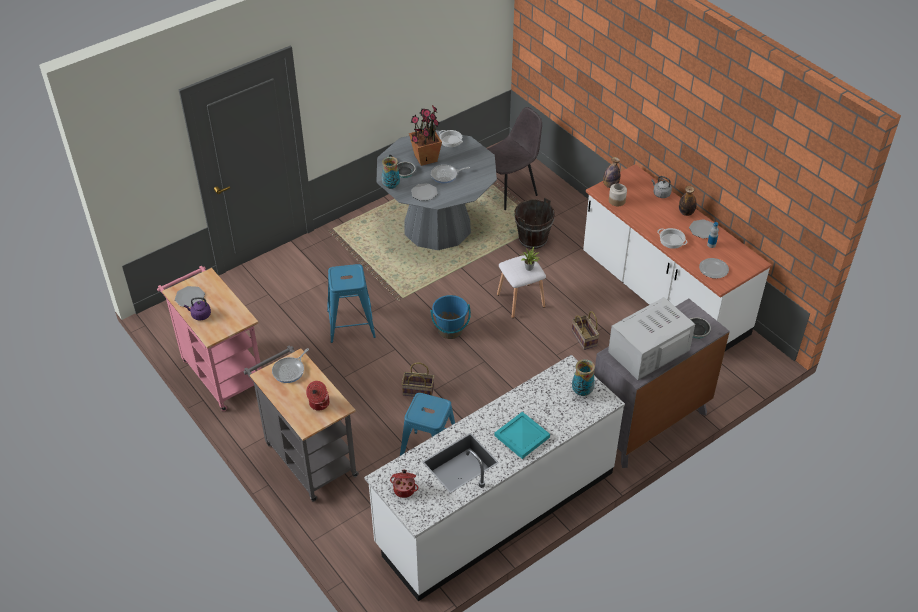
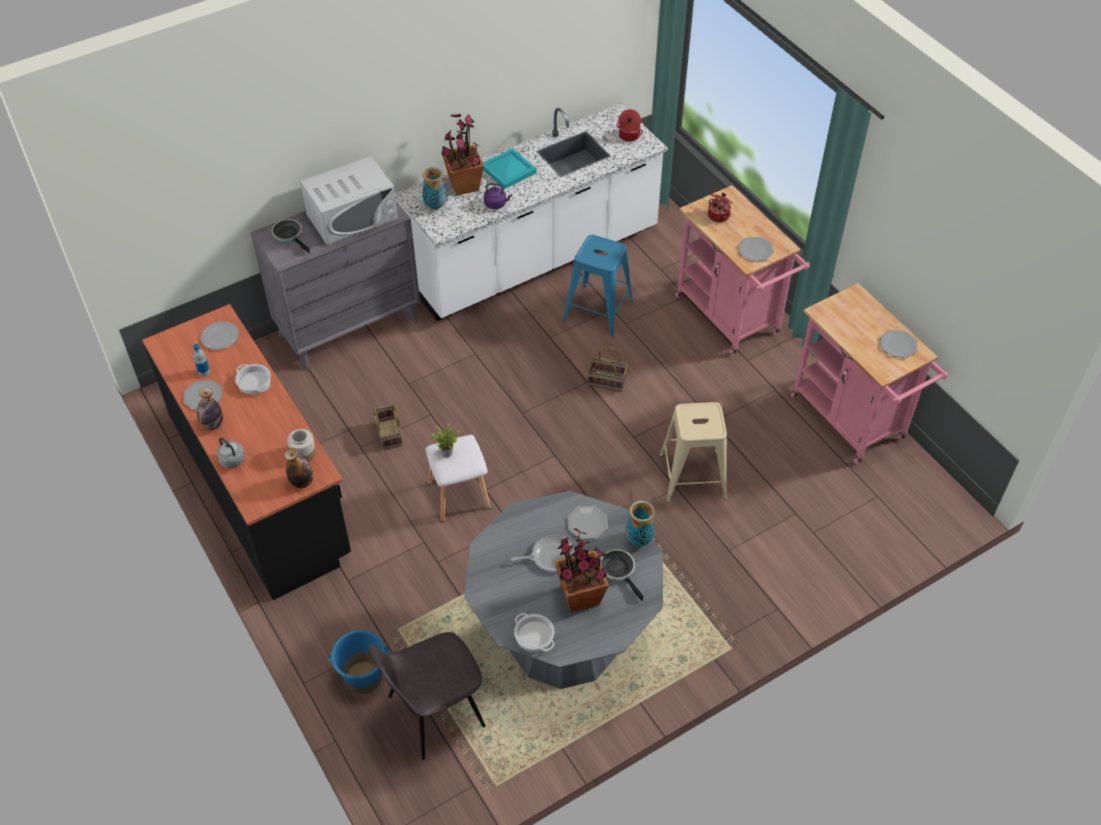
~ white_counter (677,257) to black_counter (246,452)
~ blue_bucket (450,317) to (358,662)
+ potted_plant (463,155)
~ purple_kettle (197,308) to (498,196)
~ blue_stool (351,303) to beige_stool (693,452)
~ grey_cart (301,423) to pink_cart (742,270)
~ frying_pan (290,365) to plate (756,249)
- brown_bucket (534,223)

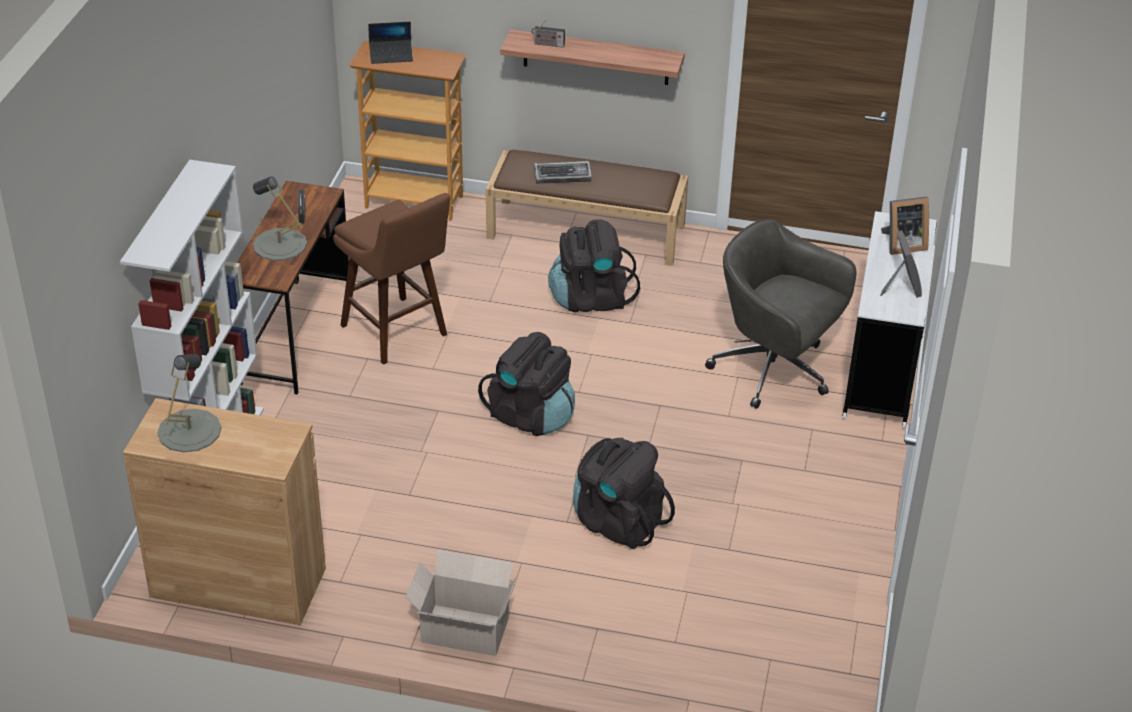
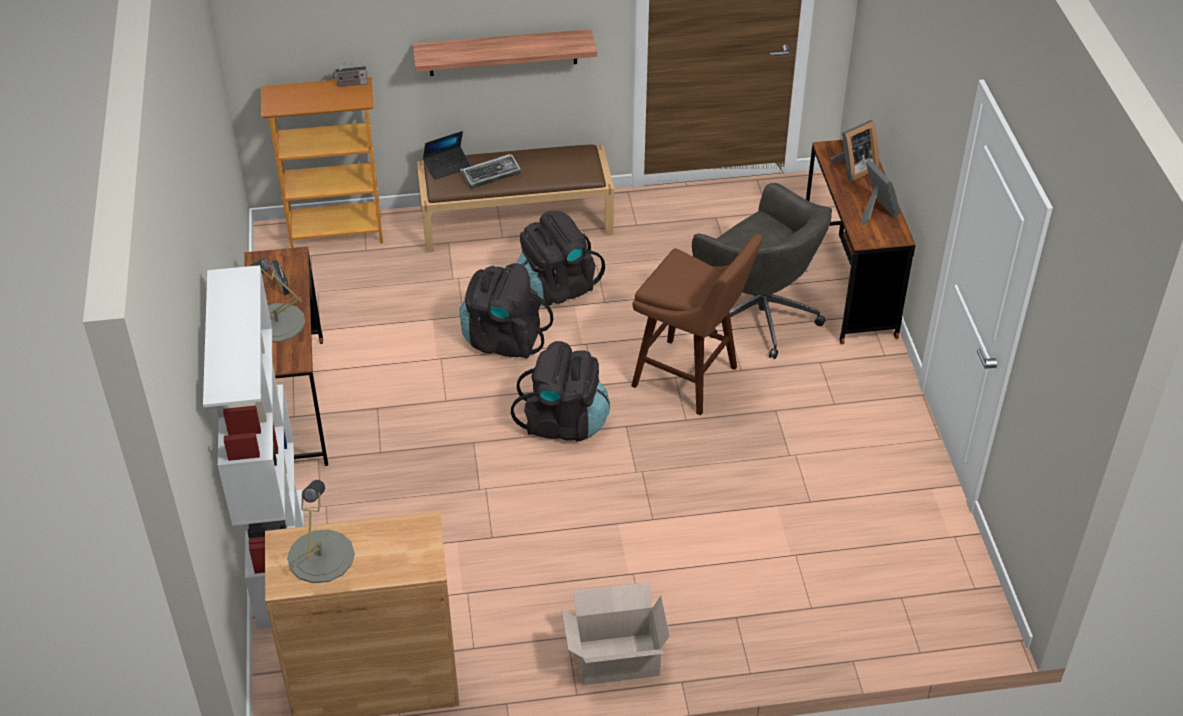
~ radio (548,34) to (350,74)
~ laptop (390,43) to (447,155)
~ black_backpack (624,493) to (506,311)
~ brown_stool (391,279) to (697,325)
~ grey_office_chair (780,314) = (762,271) 150 degrees counterclockwise
~ white_desk (890,320) to brown_desk (861,242)

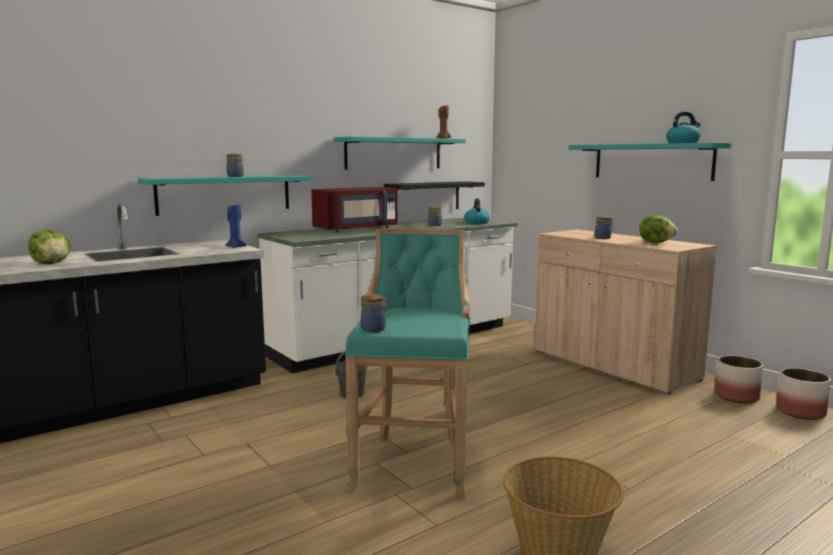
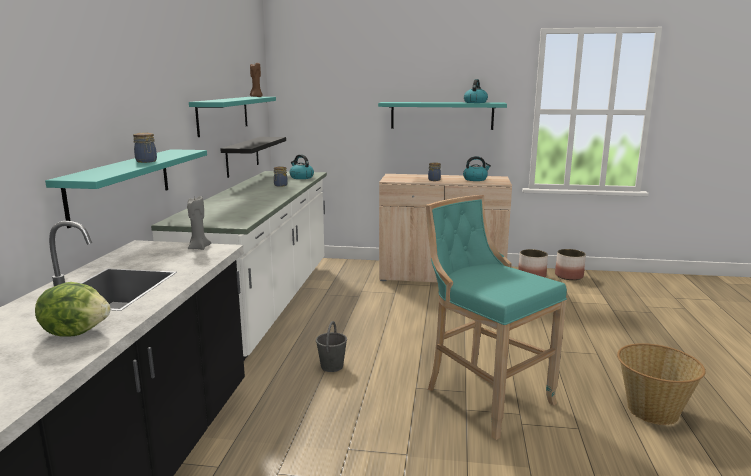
~ blue_candle (235,225) to grey_candle (199,223)
~ lettuce (658,229) to kettle (477,168)
- red_microwave (354,209)
- jar (374,313)

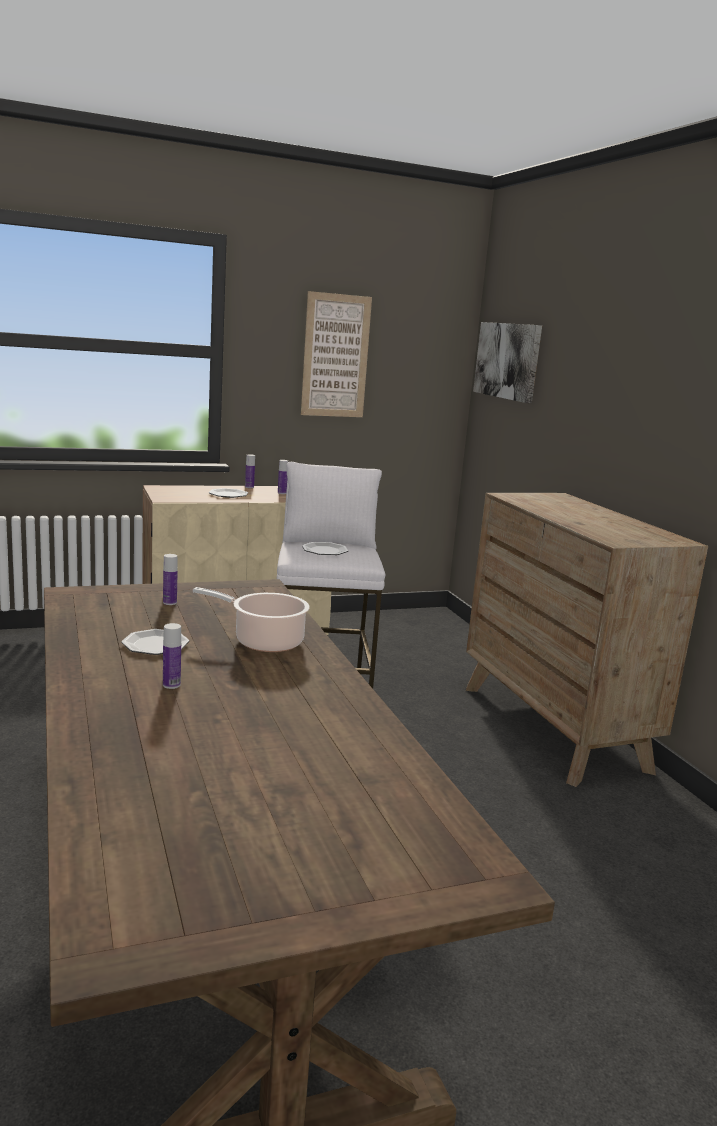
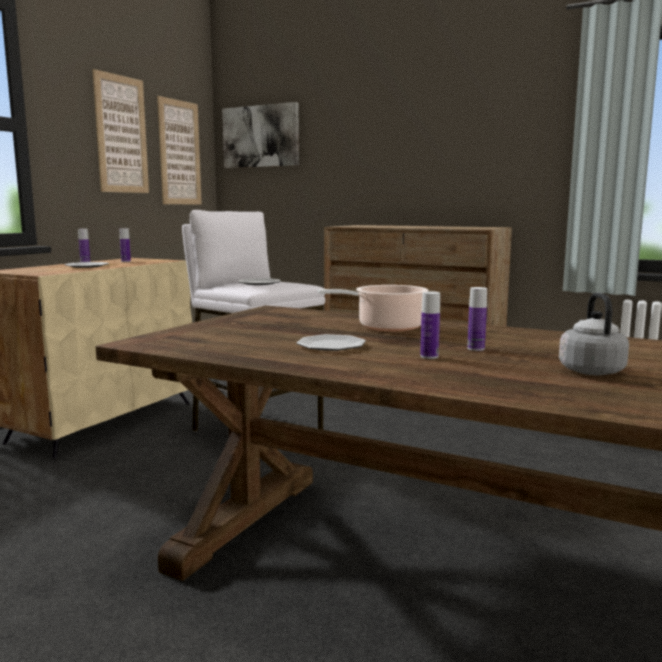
+ picture (179,150)
~ bottle (170,579) to (477,319)
+ grey_kettle (594,334)

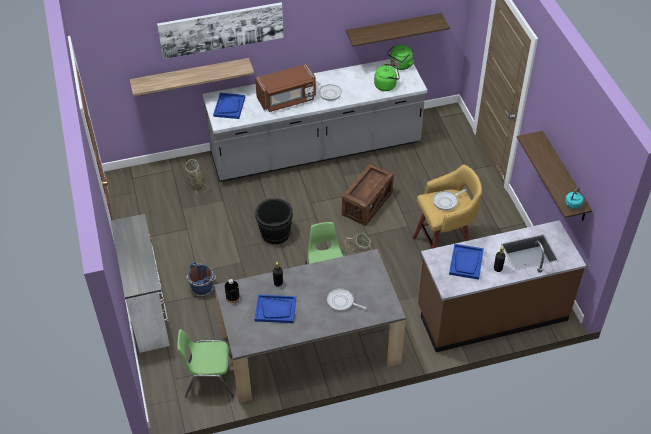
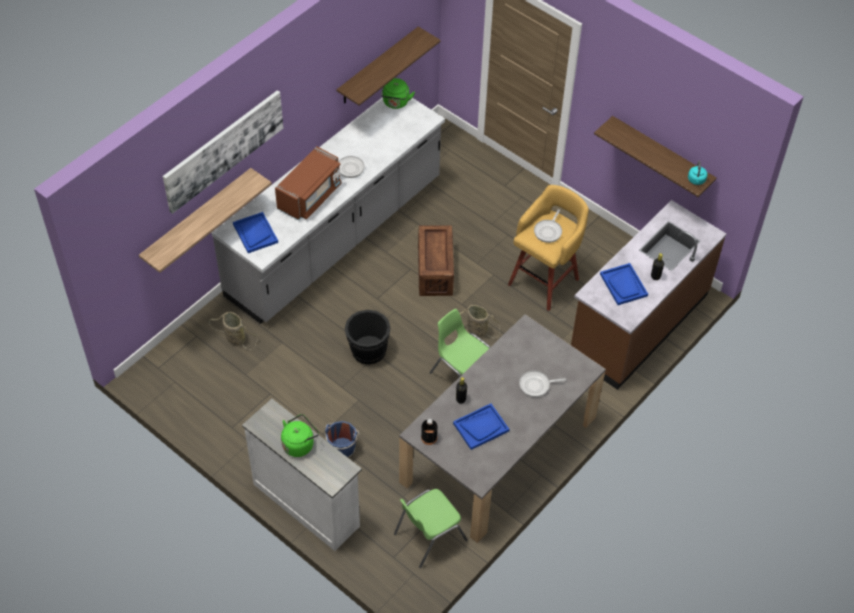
~ green_kettle (387,77) to (300,435)

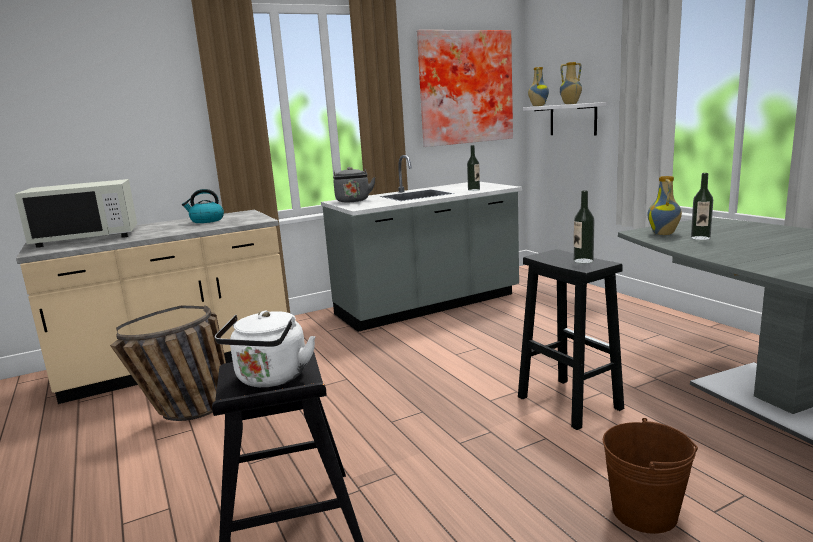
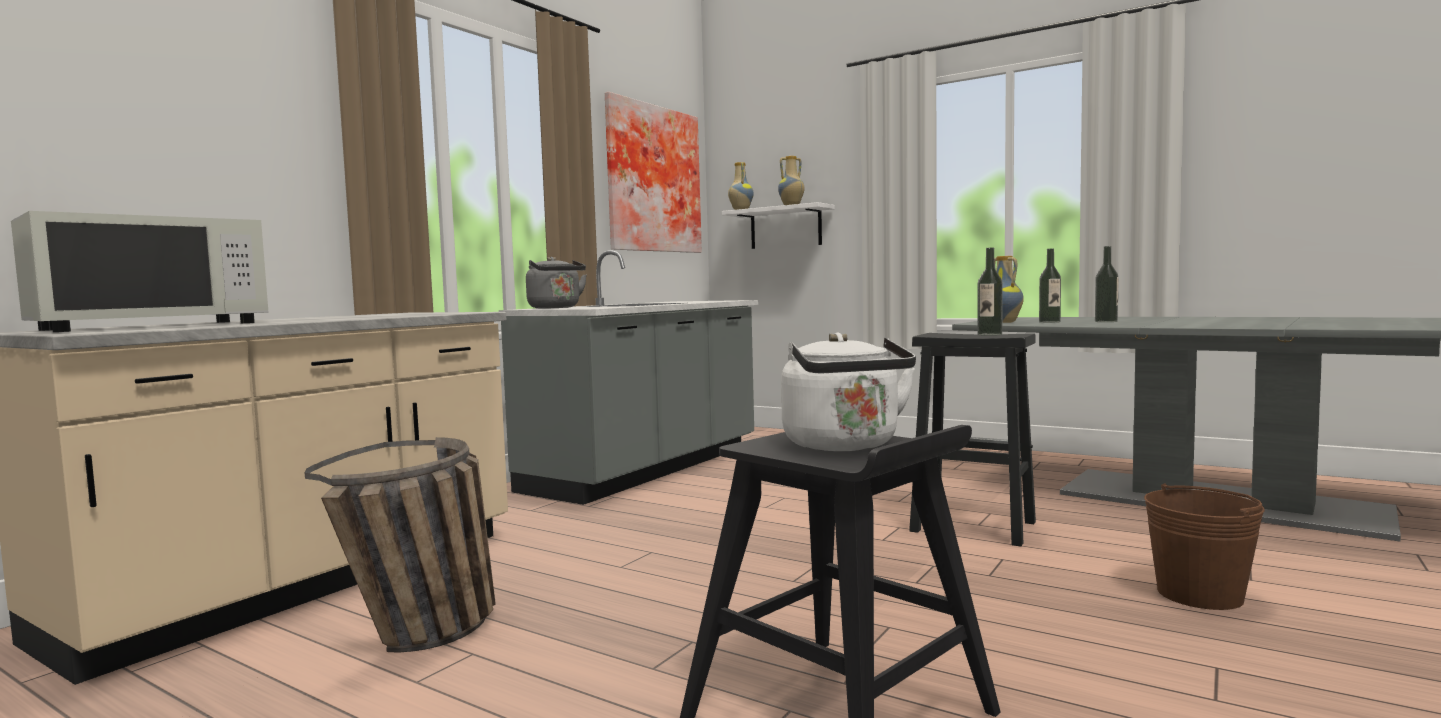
~ bottle (473,168) to (1107,284)
- kettle (203,206)

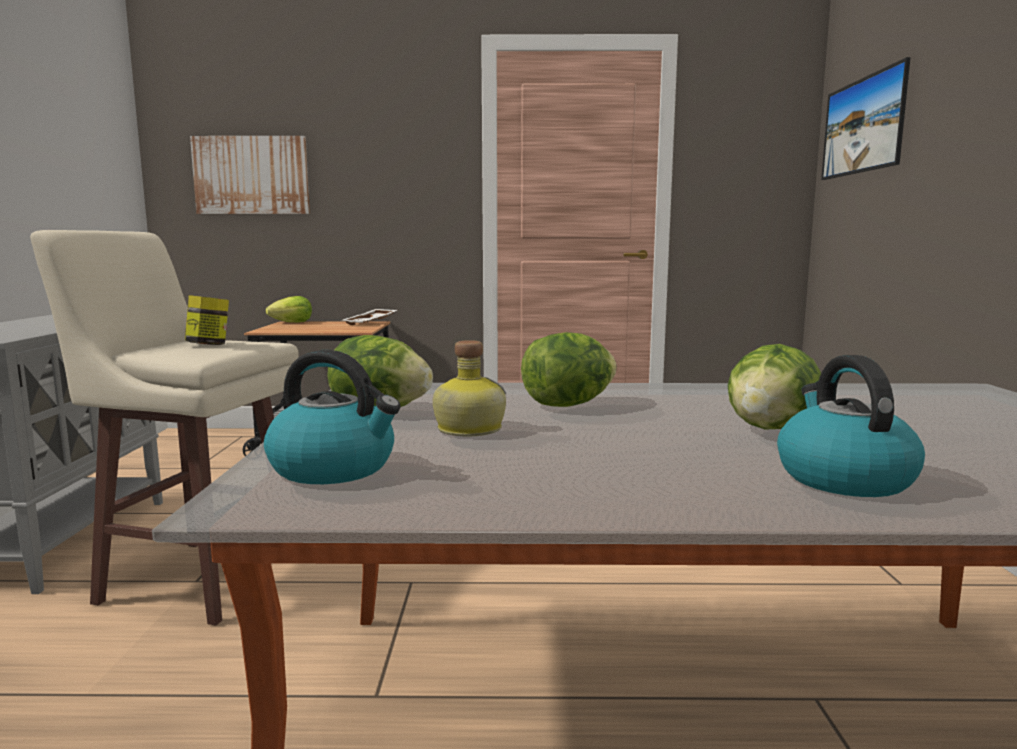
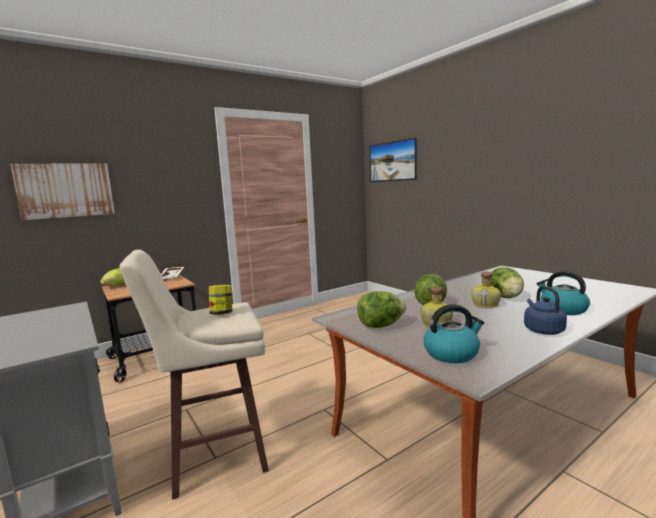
+ bottle (486,290)
+ blue_kettle (545,310)

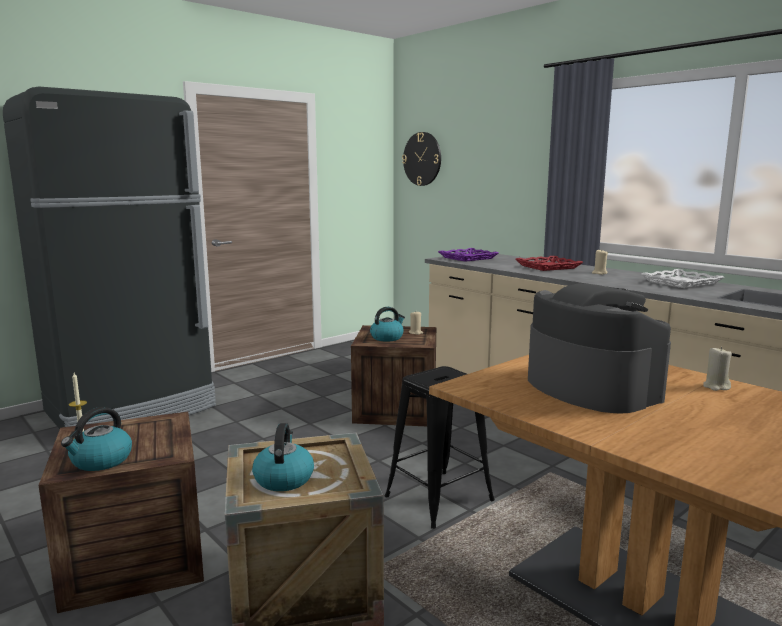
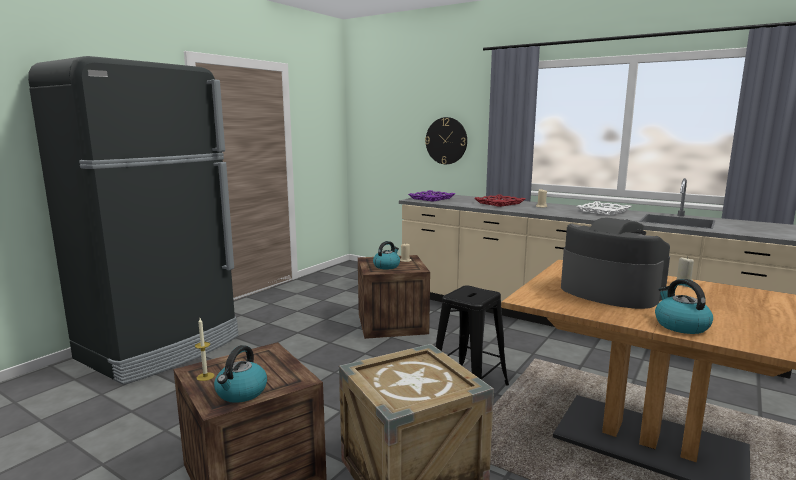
~ wall_clock (421,159) to (446,140)
~ kettle (283,457) to (684,306)

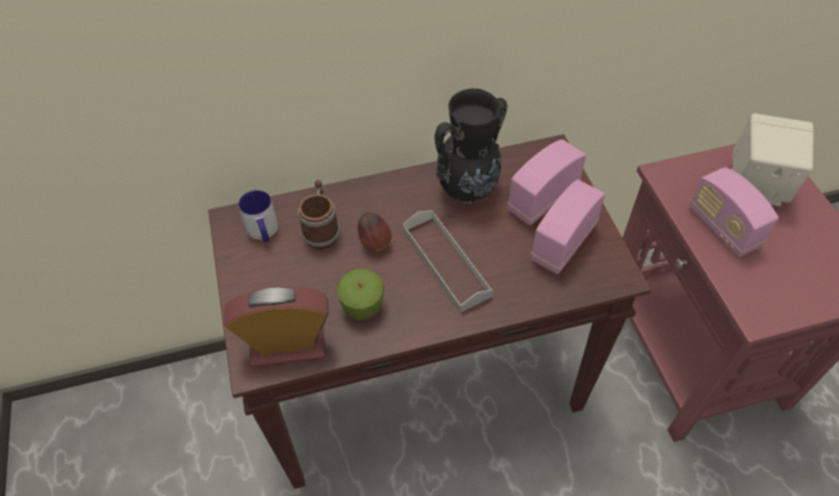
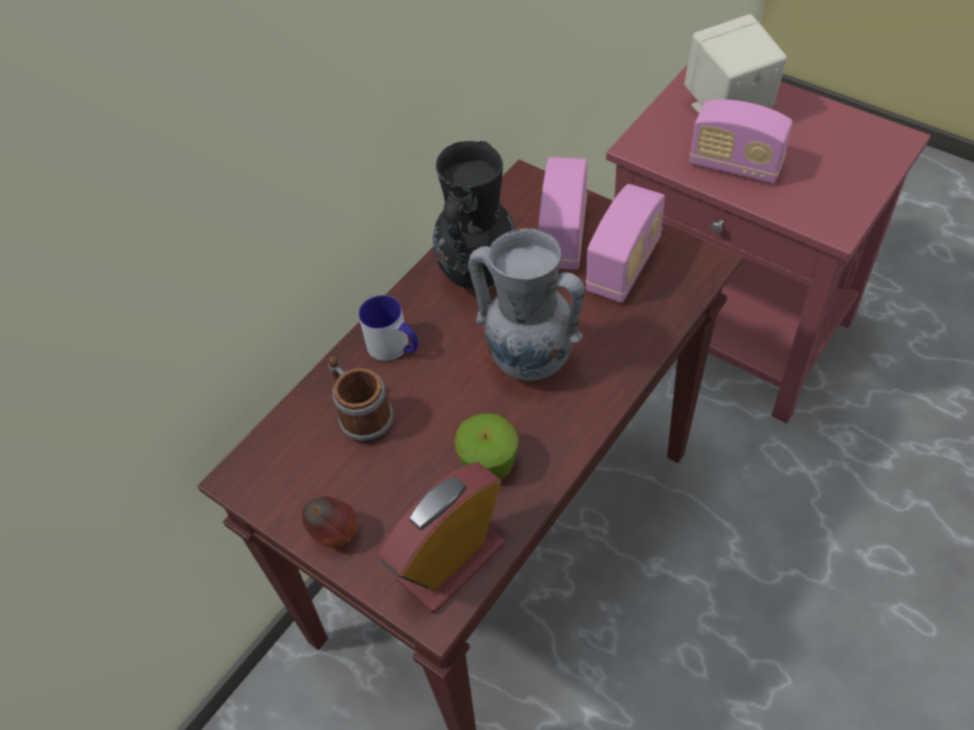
~ apple (375,231) to (329,522)
~ mug (258,216) to (388,328)
~ grey_tray (448,261) to grey_vase (527,304)
~ radio (568,227) = (625,243) 150 degrees counterclockwise

